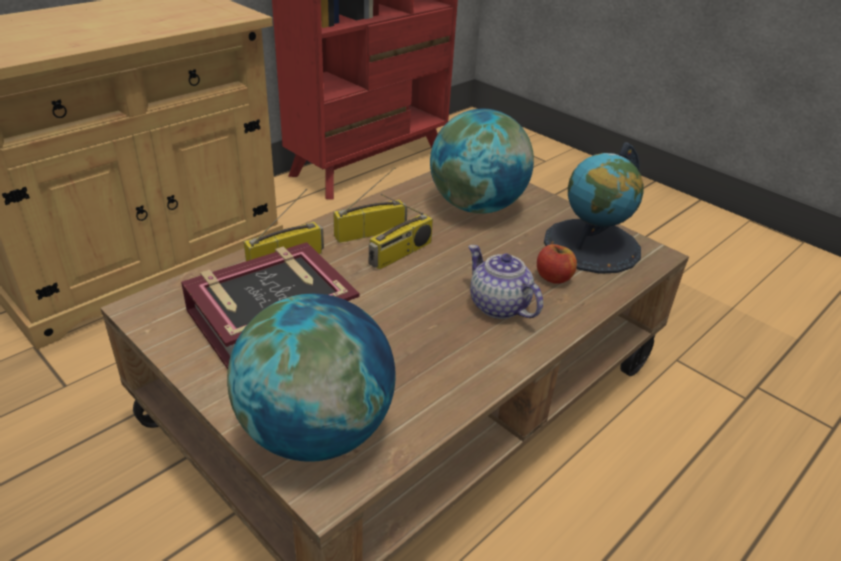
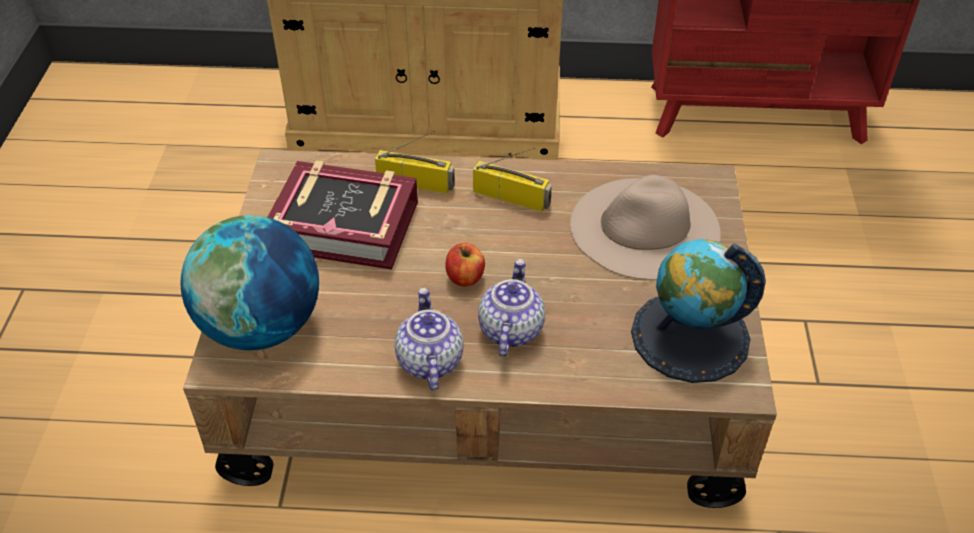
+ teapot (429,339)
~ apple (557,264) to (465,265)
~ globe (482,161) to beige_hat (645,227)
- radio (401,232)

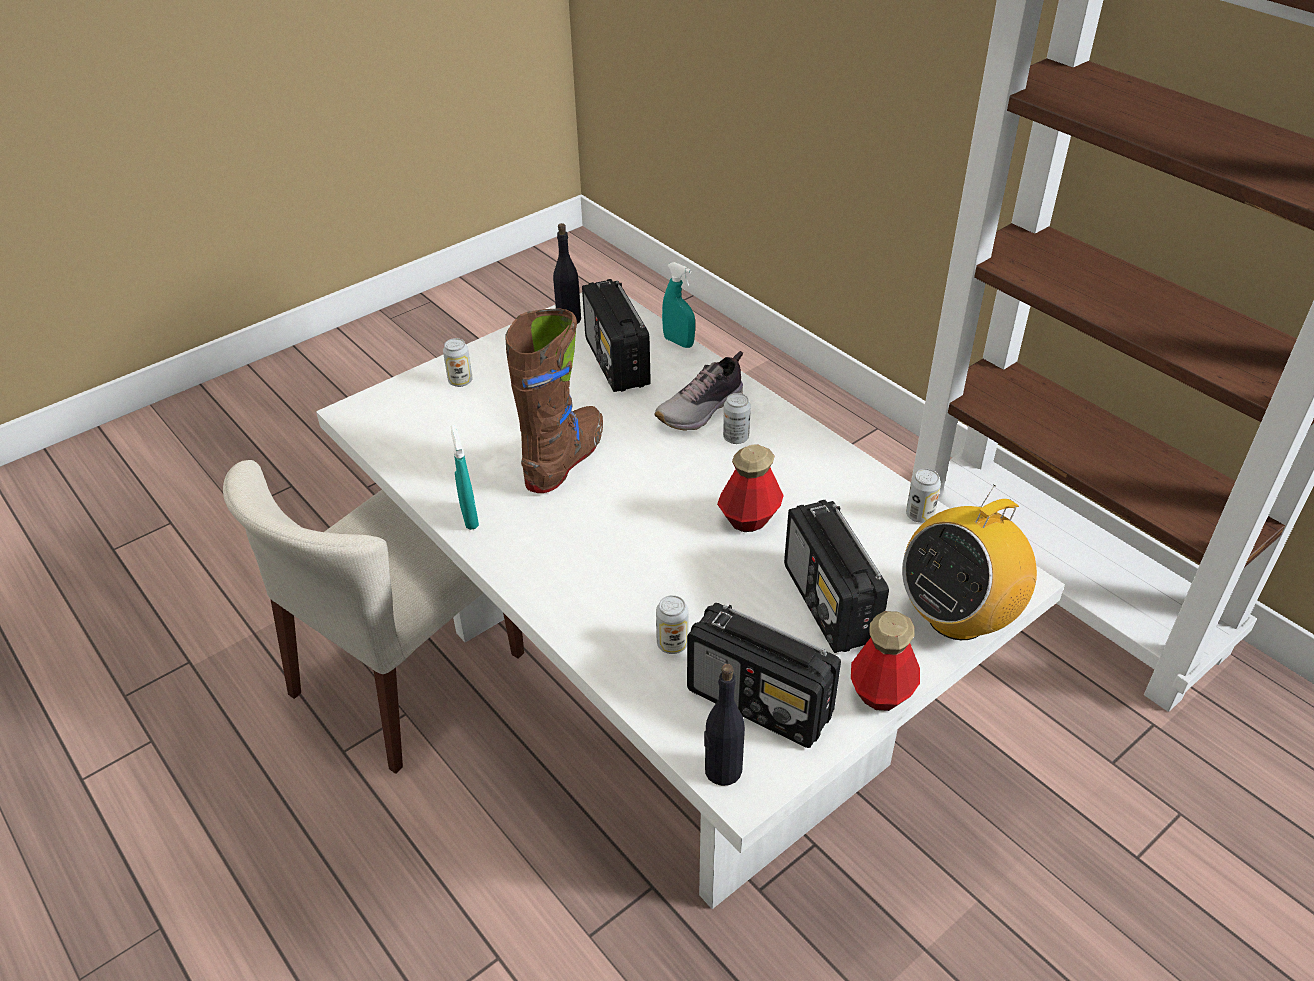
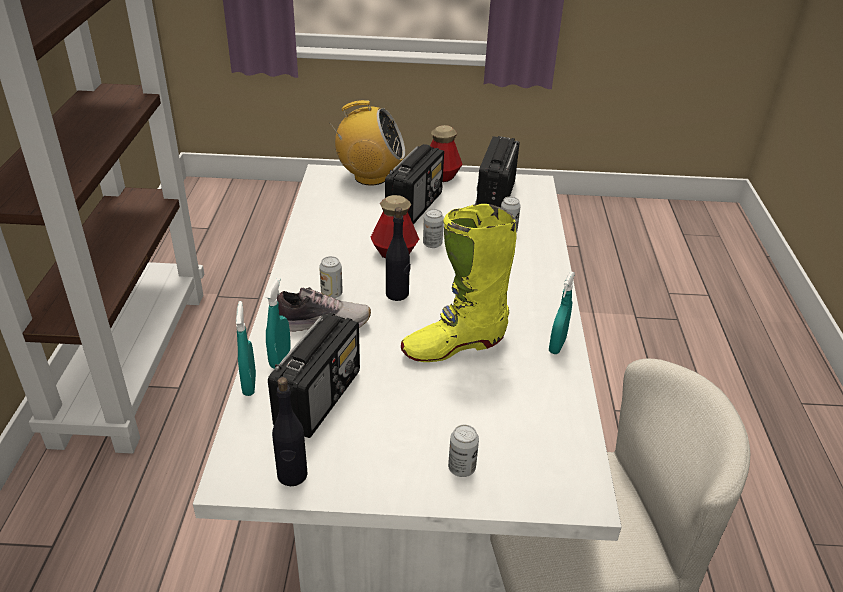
+ turquoise_spray_bottle (278,323)
~ black_bottle (724,725) to (398,254)
~ brown_boot (554,401) to yellow_boot (459,283)
~ can (923,496) to (433,228)
~ radio (764,675) = (497,172) 150 degrees counterclockwise

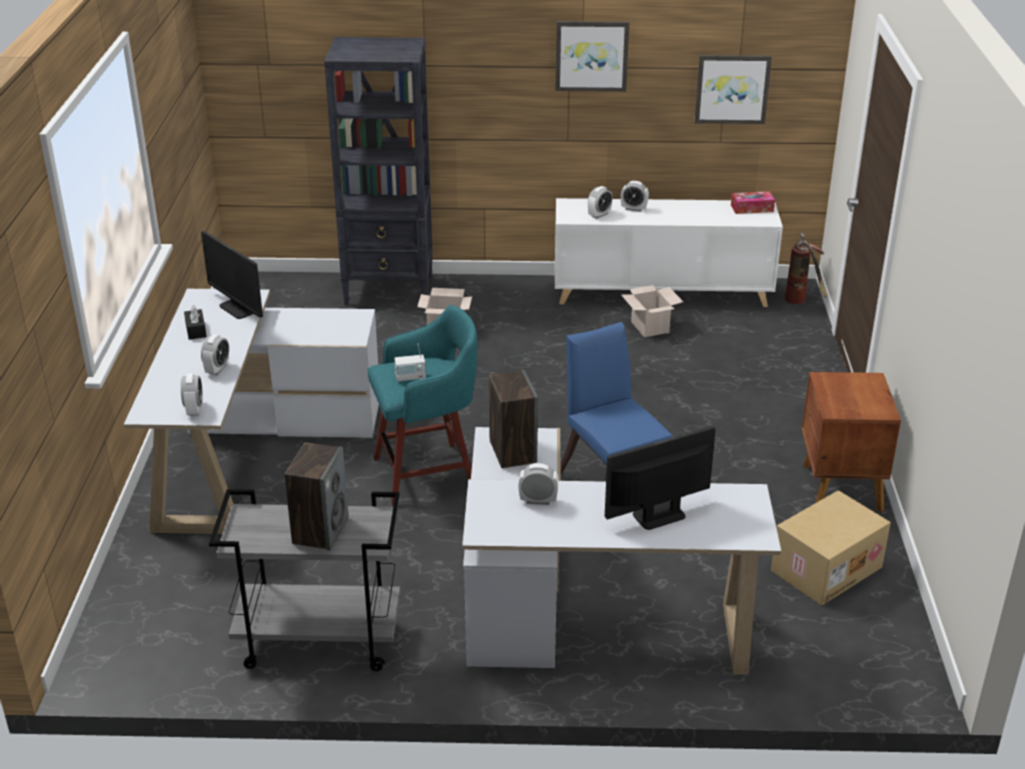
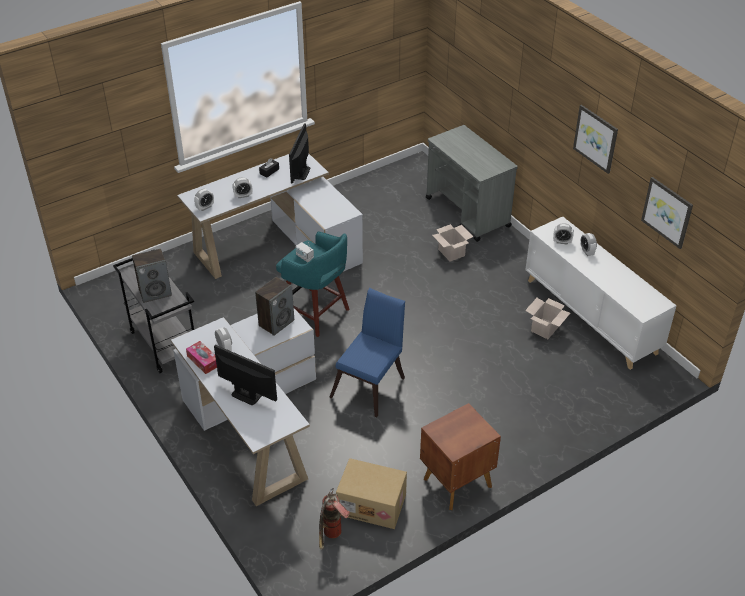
~ tissue_box (753,202) to (201,357)
~ fire_extinguisher (806,268) to (334,519)
~ black_bookcase (378,171) to grey_cart (472,183)

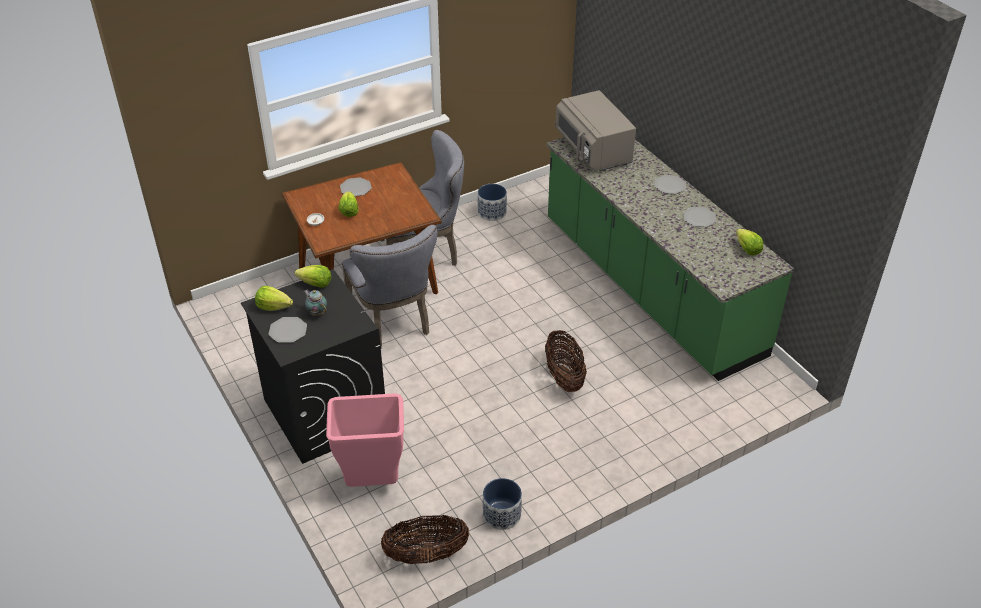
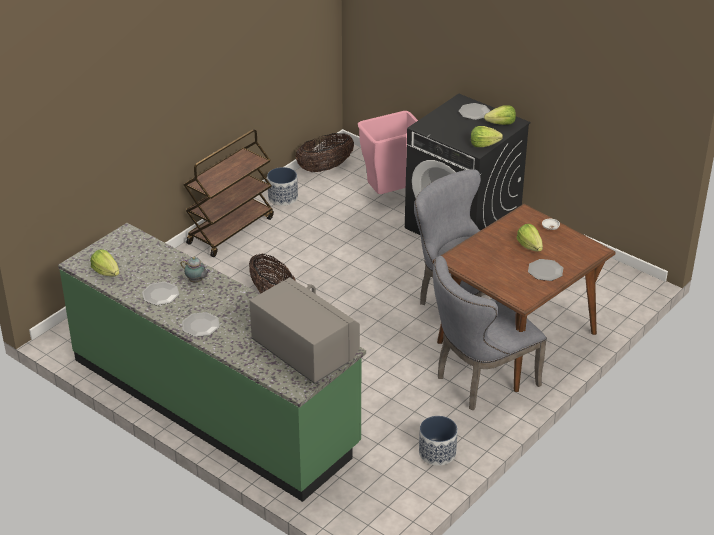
~ teapot (315,302) to (195,269)
+ brown_cart (229,193)

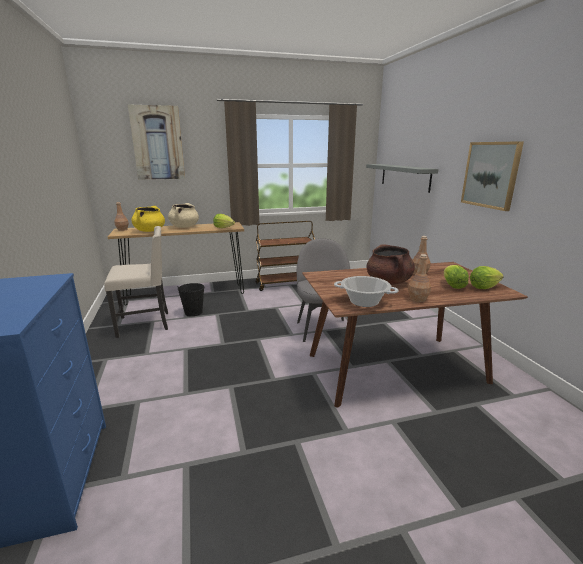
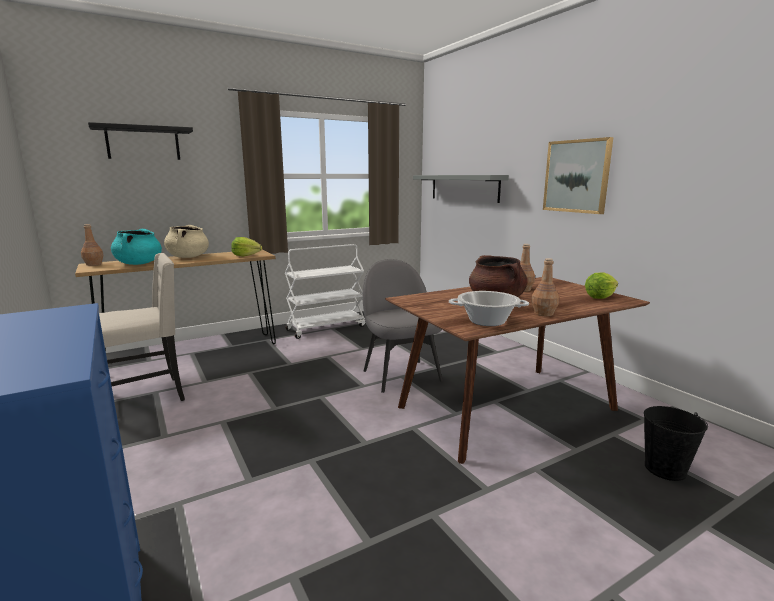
~ picture (156,142) to black_shelf (140,141)
~ yellow_cooking_pot (148,219) to turquoise_cooking_pot (136,247)
~ brown_cart (285,256) to white_cart (325,291)
~ black_bucket (190,299) to (676,443)
- lettuce (456,277)

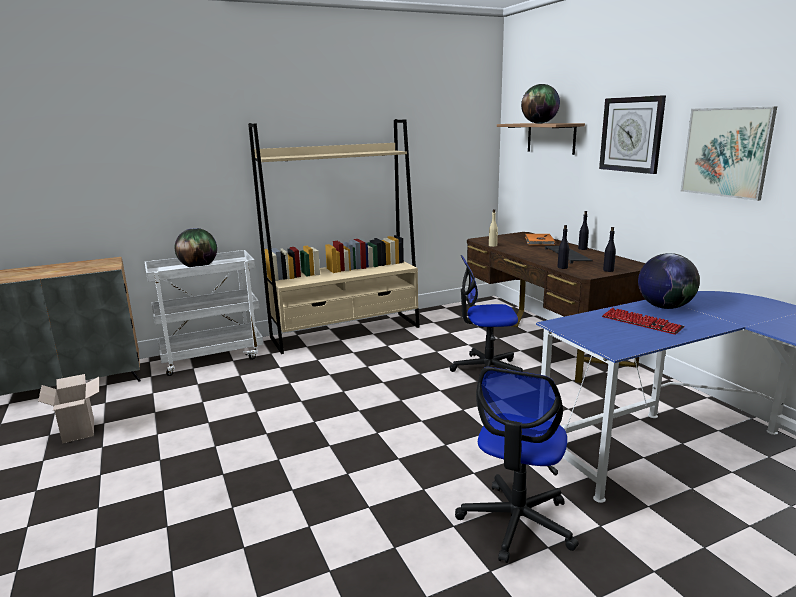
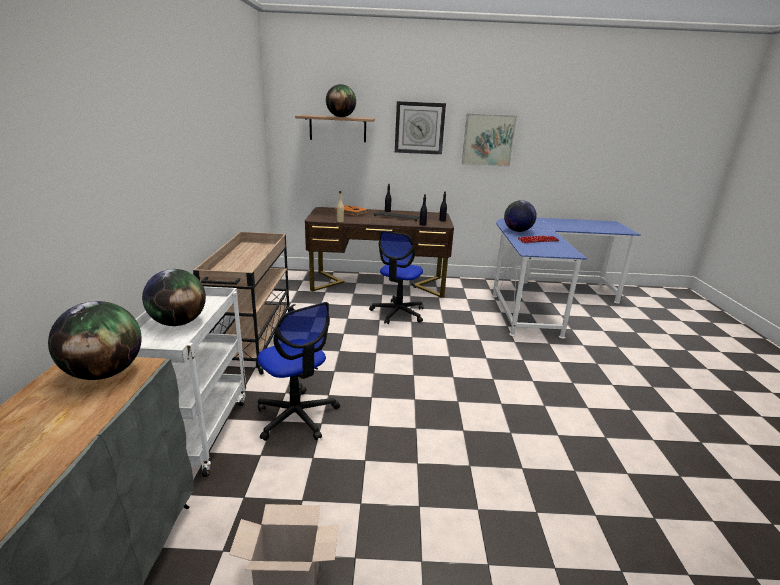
+ globe (95,340)
~ beige_bookcase (334,236) to beige_cart (244,303)
~ office_chair (517,465) to (298,371)

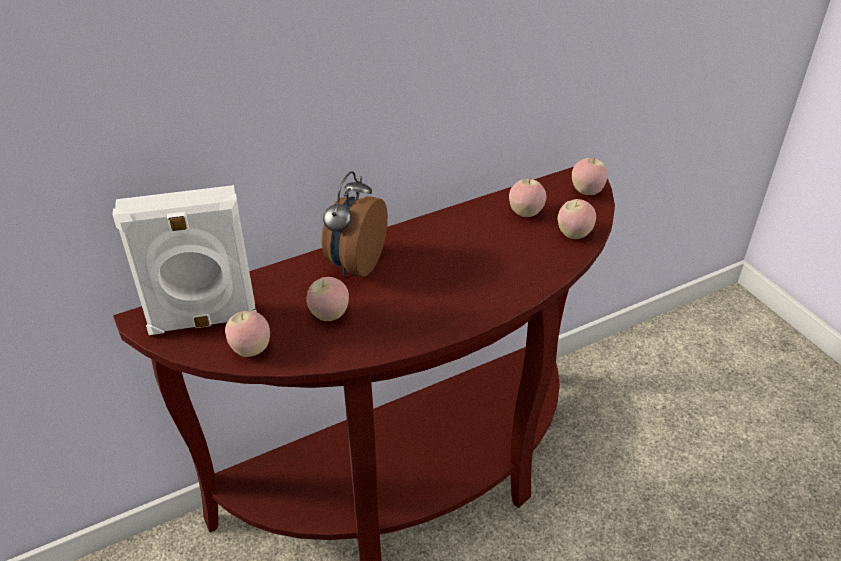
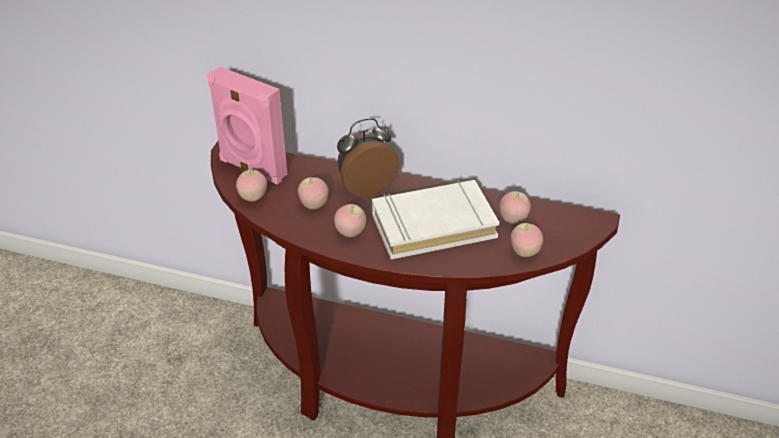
~ white_speaker (185,260) to pink_speaker (247,126)
~ apple (590,176) to (350,220)
+ white_book (435,219)

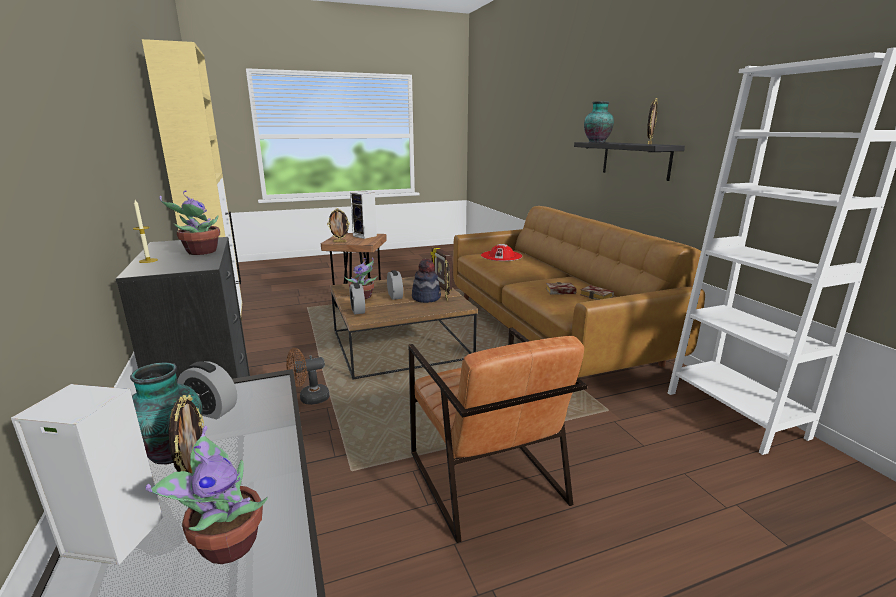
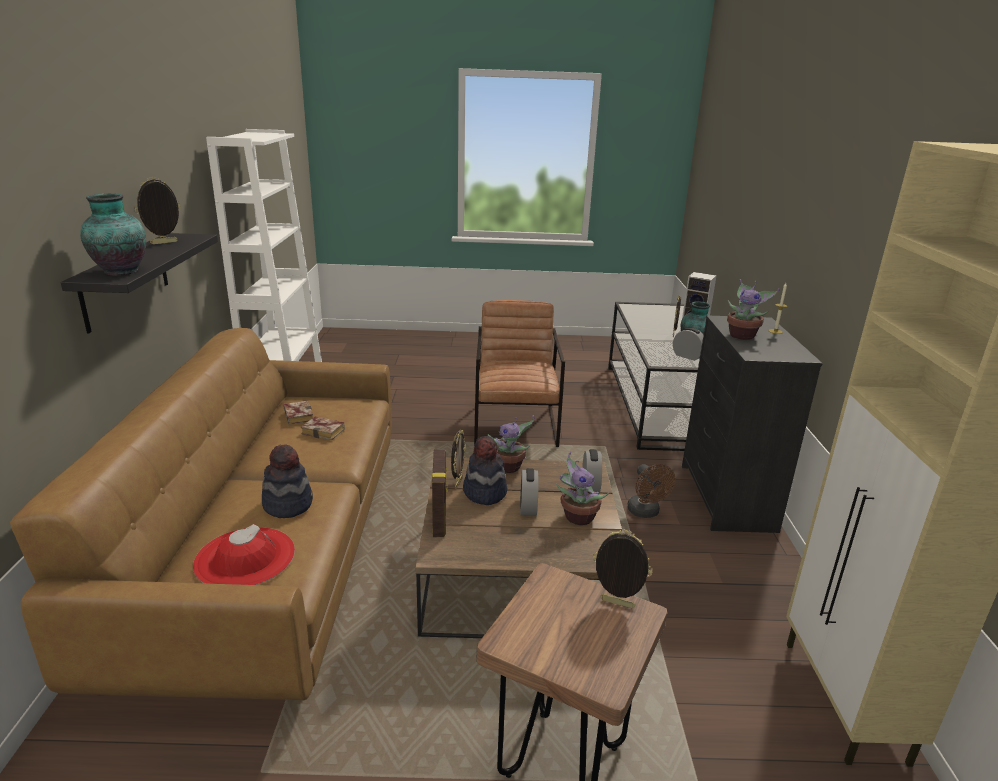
+ hat (287,481)
~ potted_plant (207,495) to (511,444)
~ brown_fan (308,376) = (651,491) 75 degrees clockwise
- speaker (363,215)

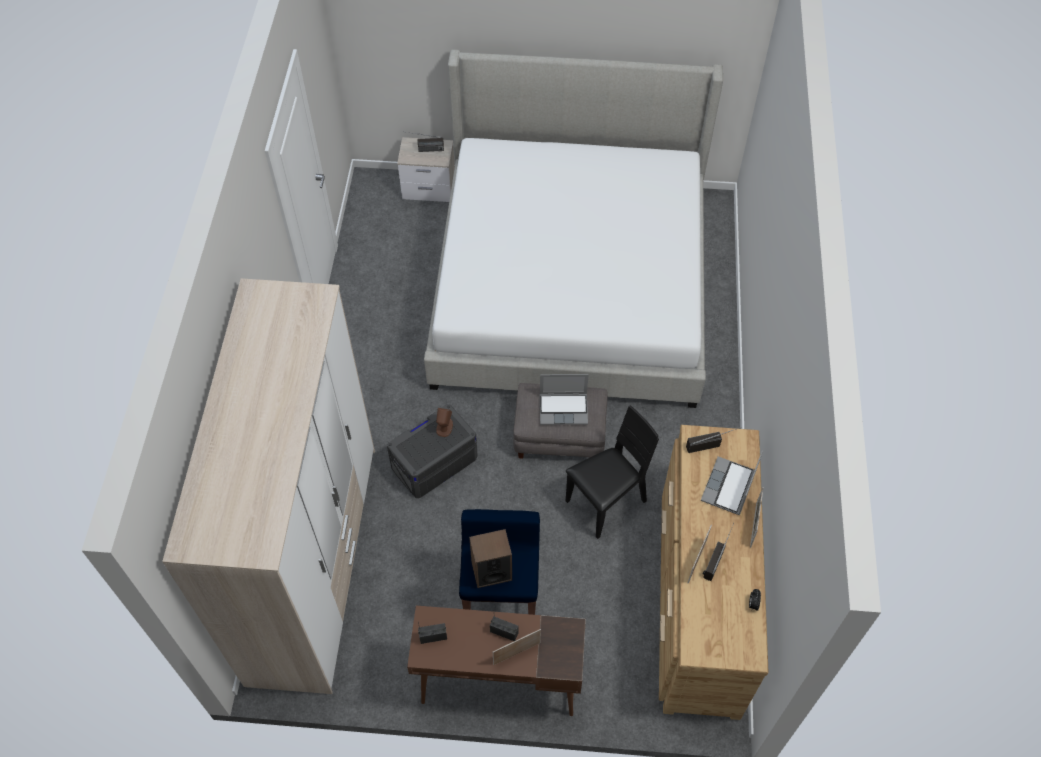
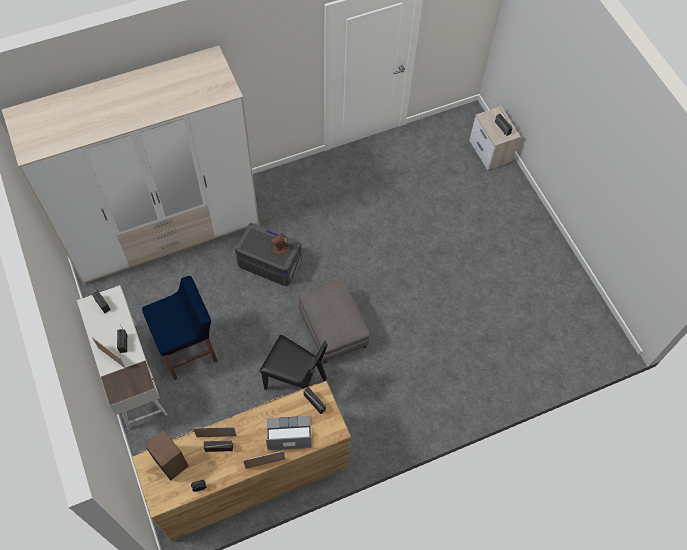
~ brown_desk (496,661) to white_desk (122,357)
~ speaker (490,558) to (166,455)
- bed (573,228)
- laptop (564,399)

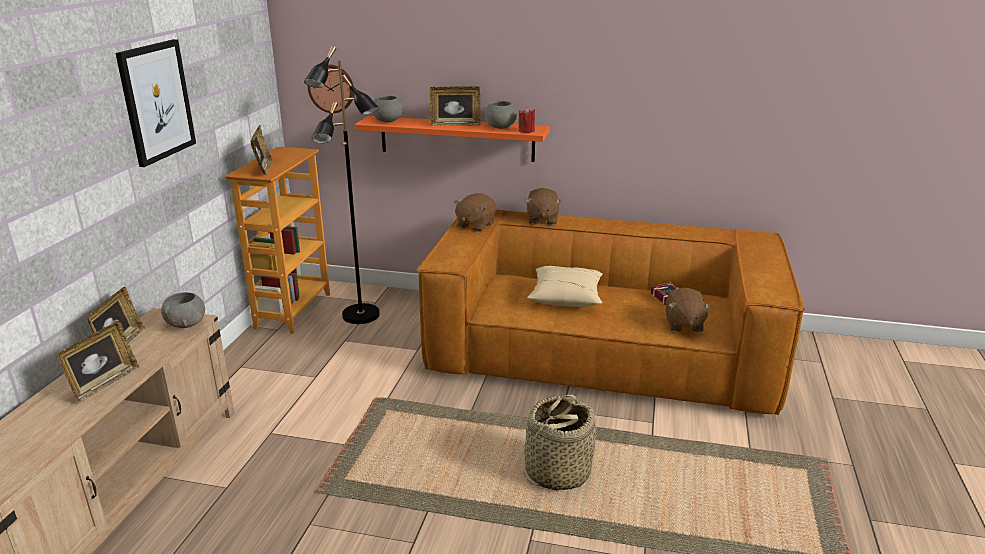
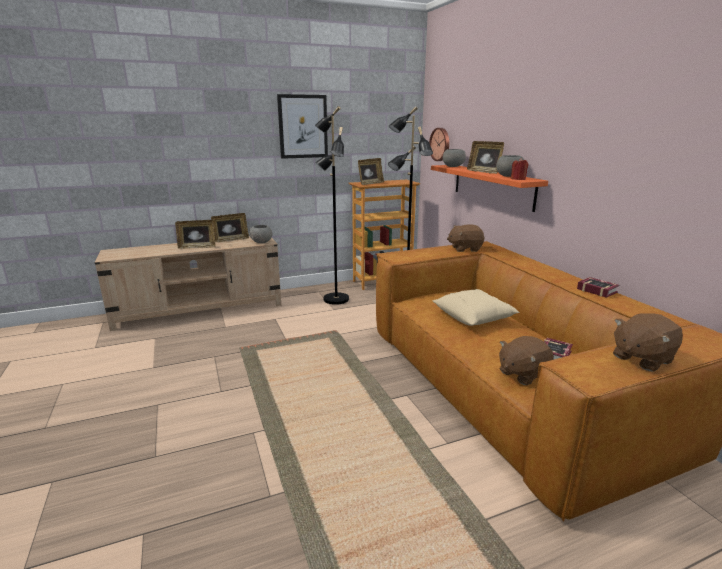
+ black_floor_lamp (332,205)
+ book (598,287)
~ brown_plush_toy (543,206) to (648,342)
- basket (560,442)

